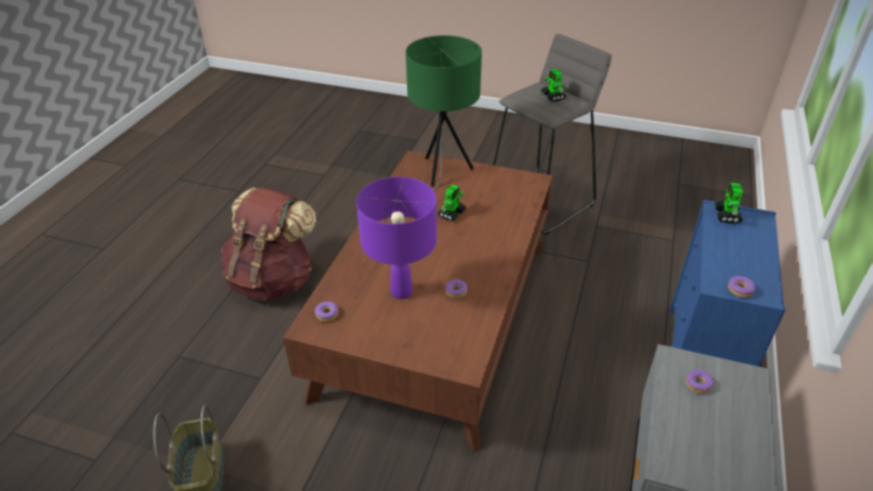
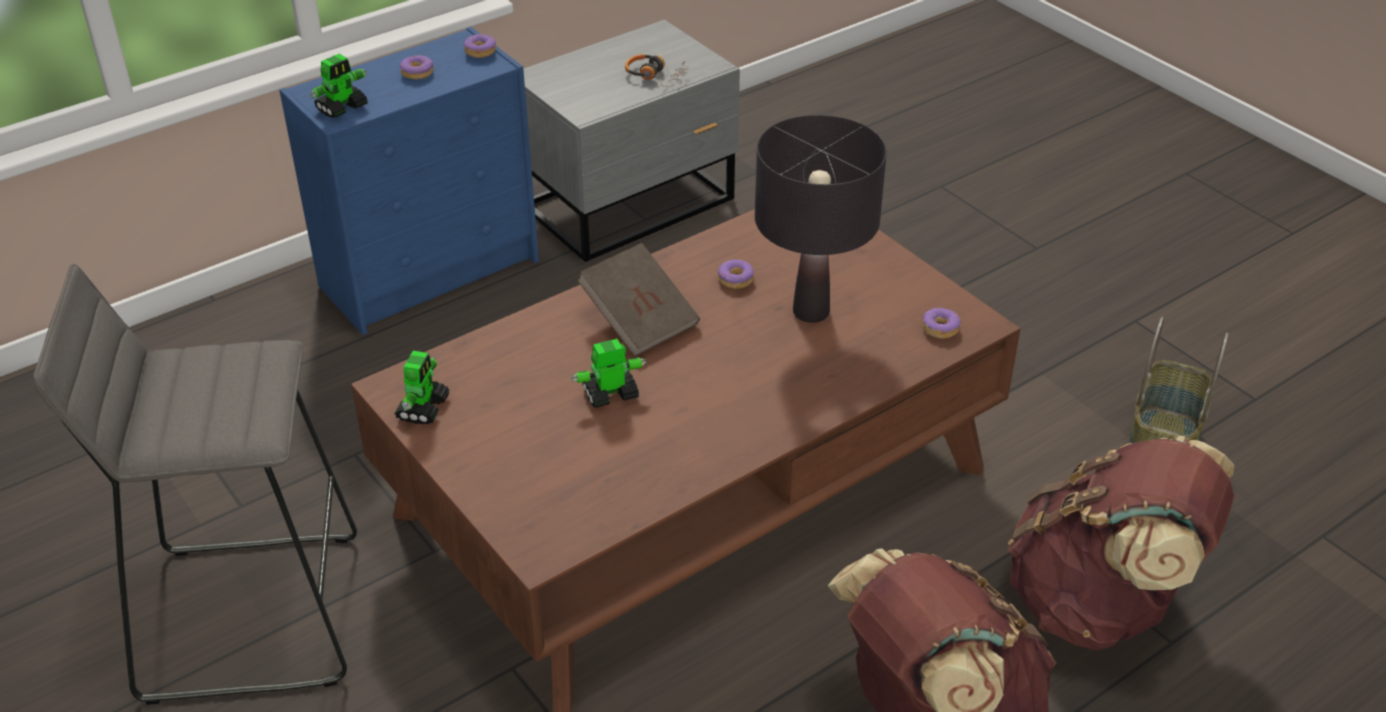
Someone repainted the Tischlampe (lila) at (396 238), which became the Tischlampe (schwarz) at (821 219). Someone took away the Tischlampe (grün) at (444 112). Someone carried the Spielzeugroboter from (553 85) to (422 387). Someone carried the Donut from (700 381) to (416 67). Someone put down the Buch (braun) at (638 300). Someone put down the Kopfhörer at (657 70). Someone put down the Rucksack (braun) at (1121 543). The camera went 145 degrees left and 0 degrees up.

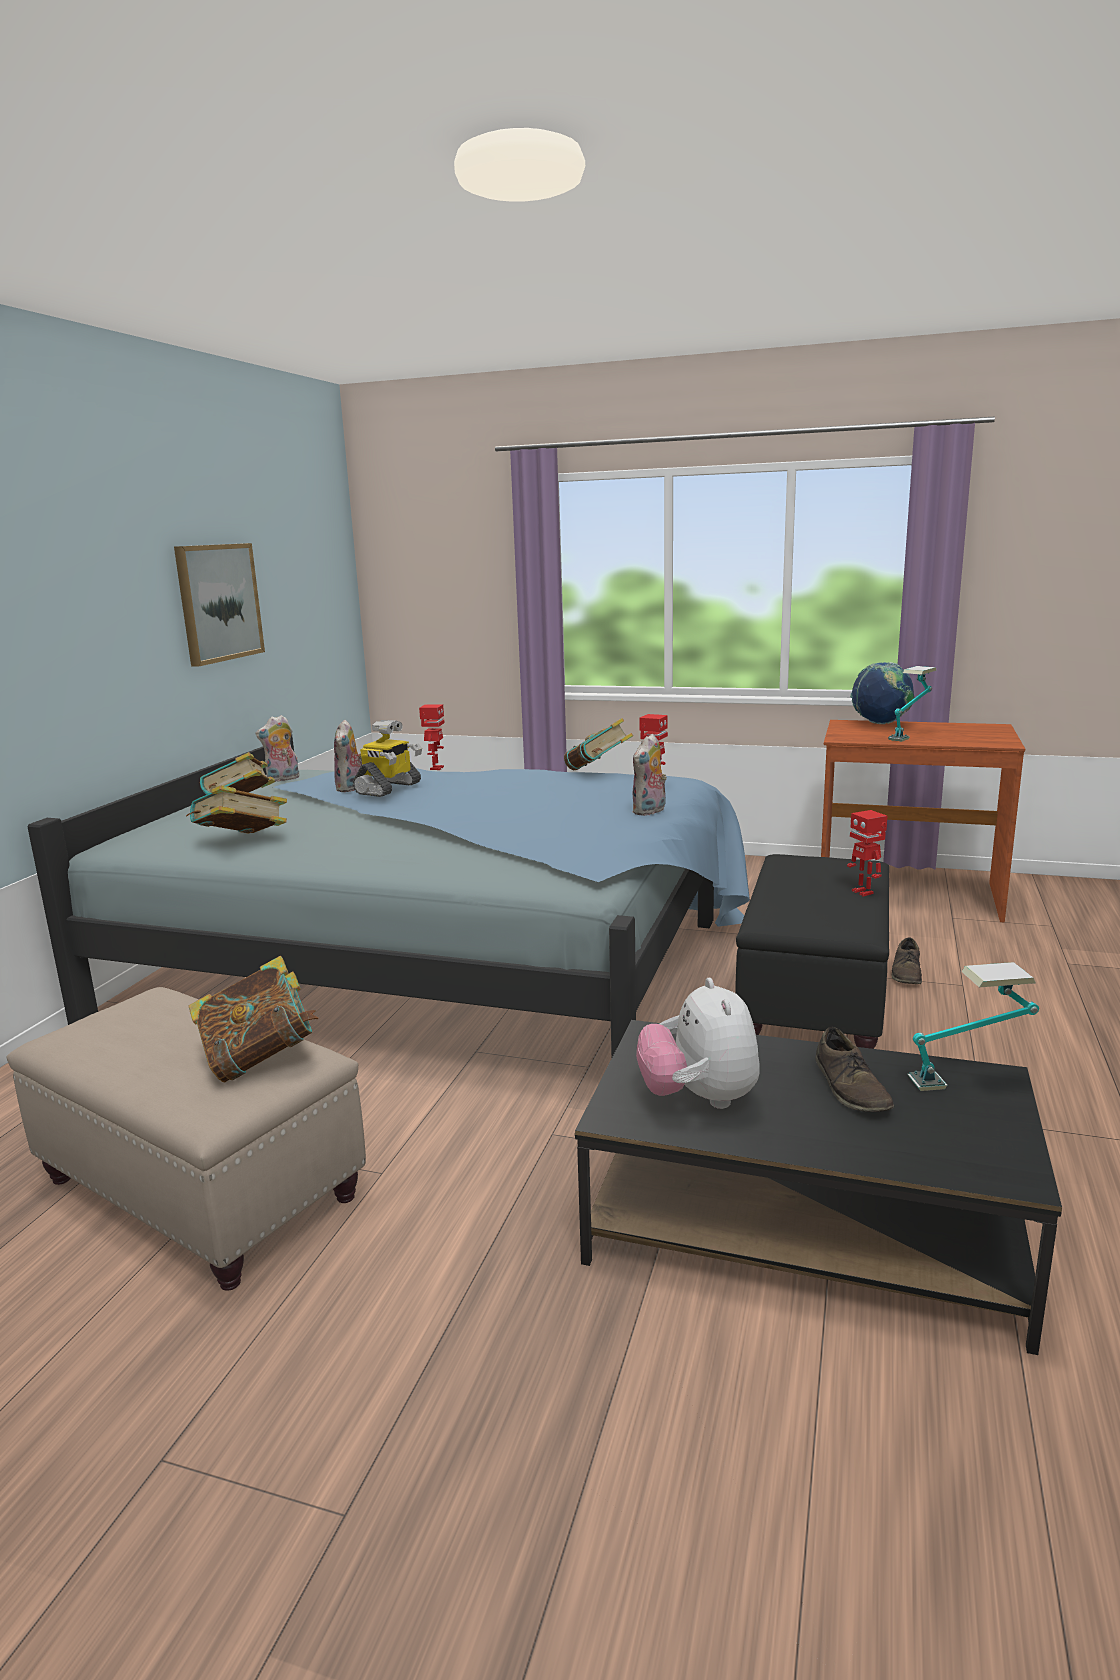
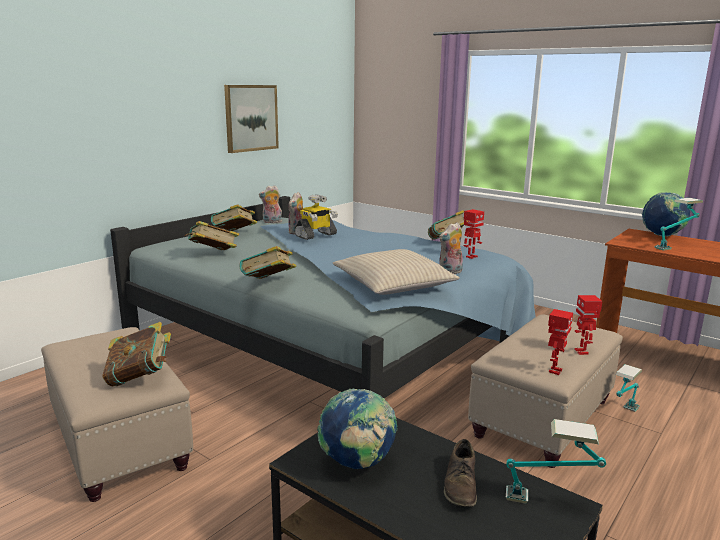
Someone carried the Spielzeugroboter from (432 737) to (560 342). Someone swapped the Plüschtier at (697 1043) for the Globus at (357 429). Someone repainted the Polsterhocker (schwarz) at (812 951), which became the Polsterhocker (beige) at (545 391). Someone swapped the Schuh (braun) at (907 960) for the Tischlampe at (629 388). Someone put down the Buch at (268 262). Someone put down the Kissen (beige) at (396 272). The camera went 20 degrees right and 0 degrees up.

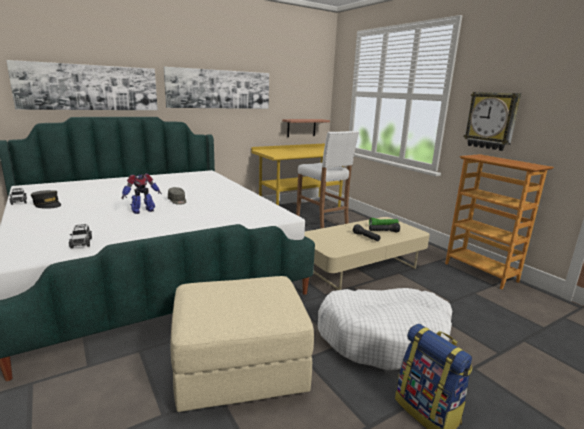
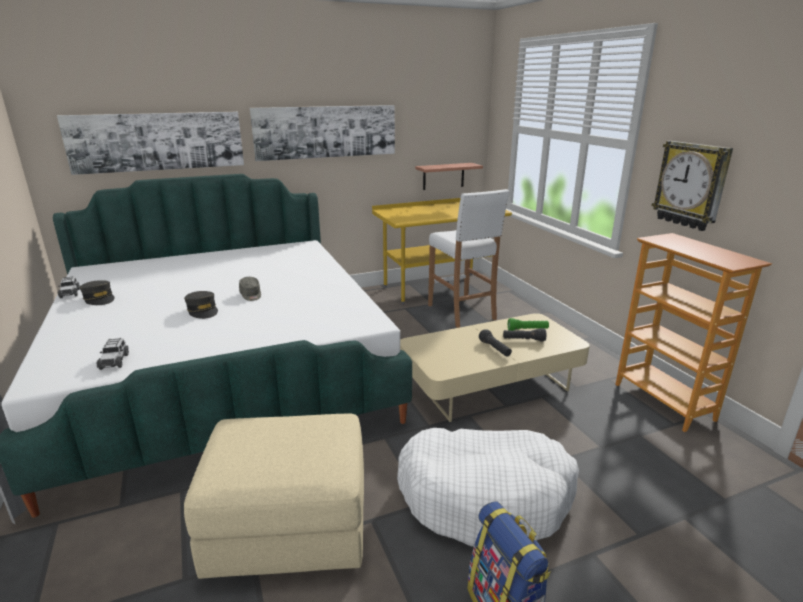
Someone swapped the Spielzeugroboter at (142 193) for the Kappe (grau) at (201 305). The camera went 10 degrees right and 5 degrees up.

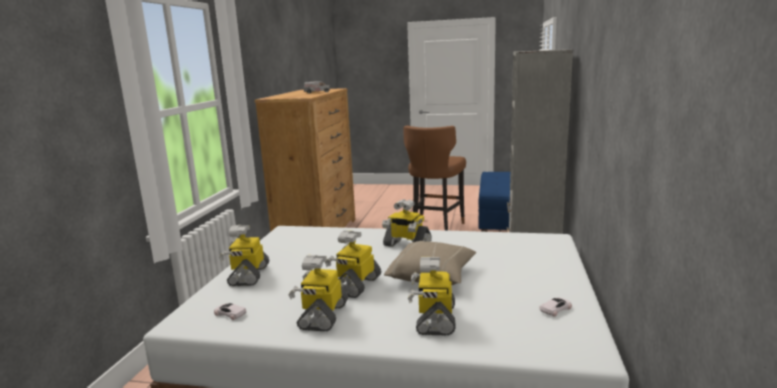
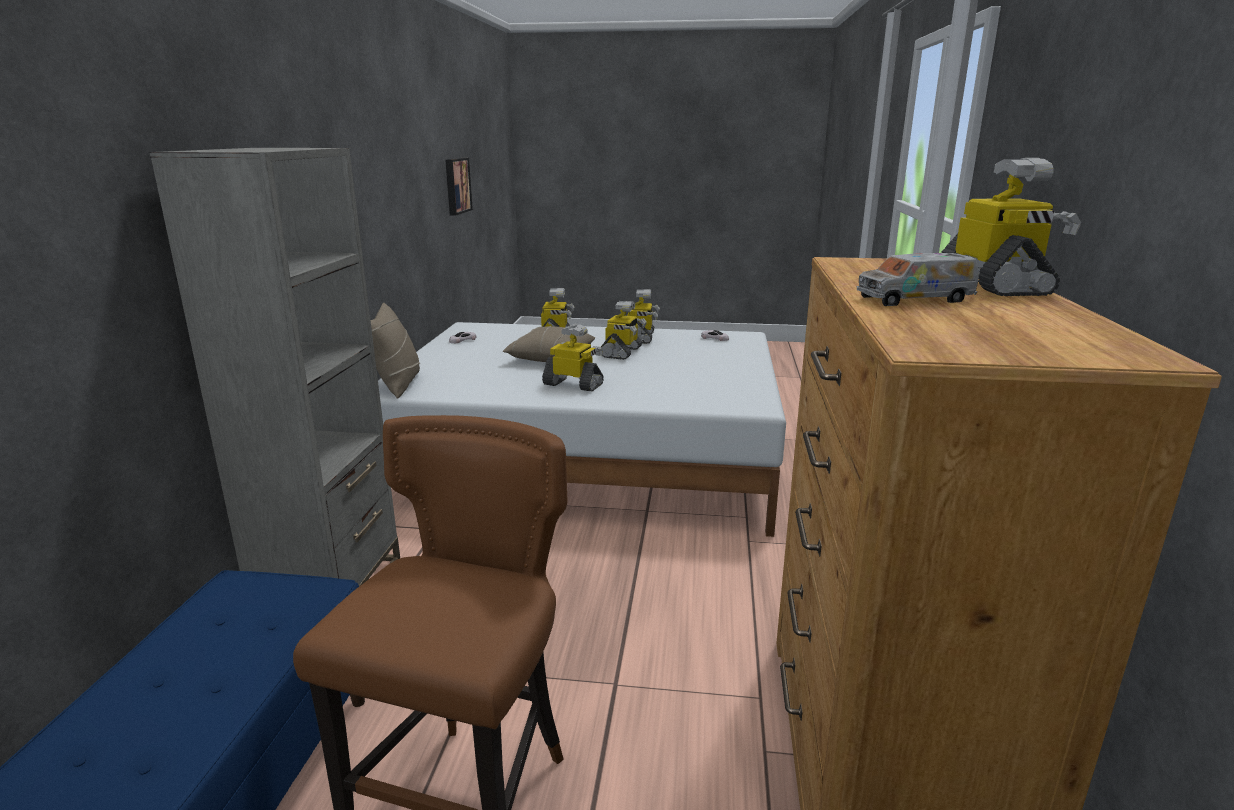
Someone carried the Spielzeugroboter from (244 255) to (1011 227). Someone put down the Kissen (beige) at (395 351). Someone put up the Bild at (459 187). The camera went 175 degrees right and 5 degrees up.

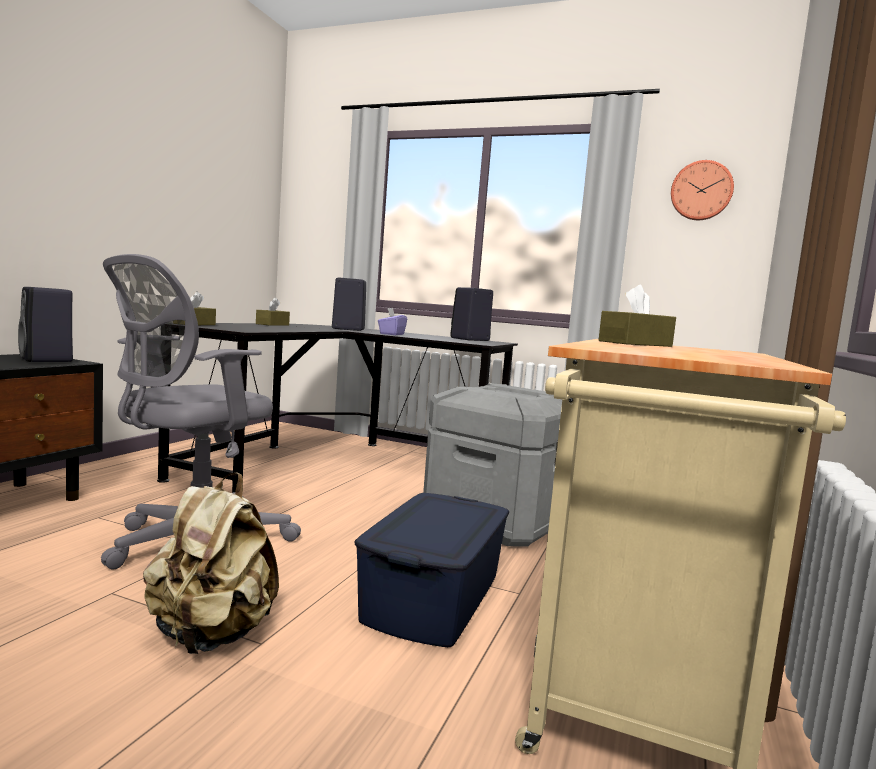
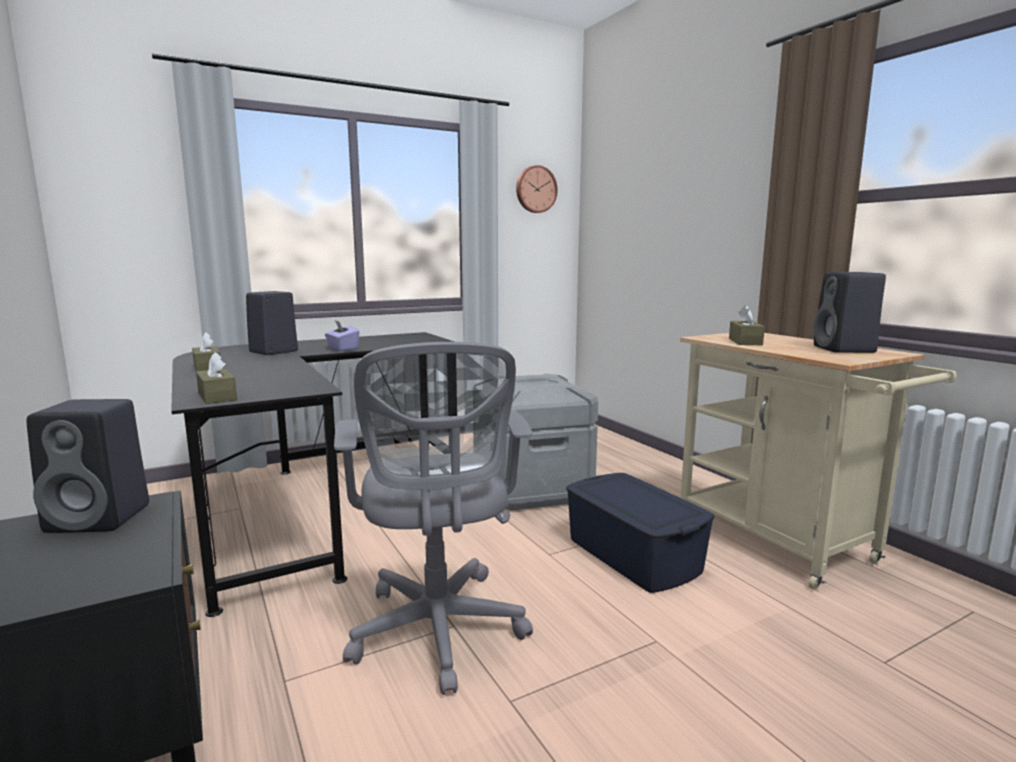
Someone took away the Rucksack (beige) at (211 563). Someone carried the Lautsprecher (schwarz) from (471 314) to (850 312). The camera went 50 degrees left and 5 degrees up.

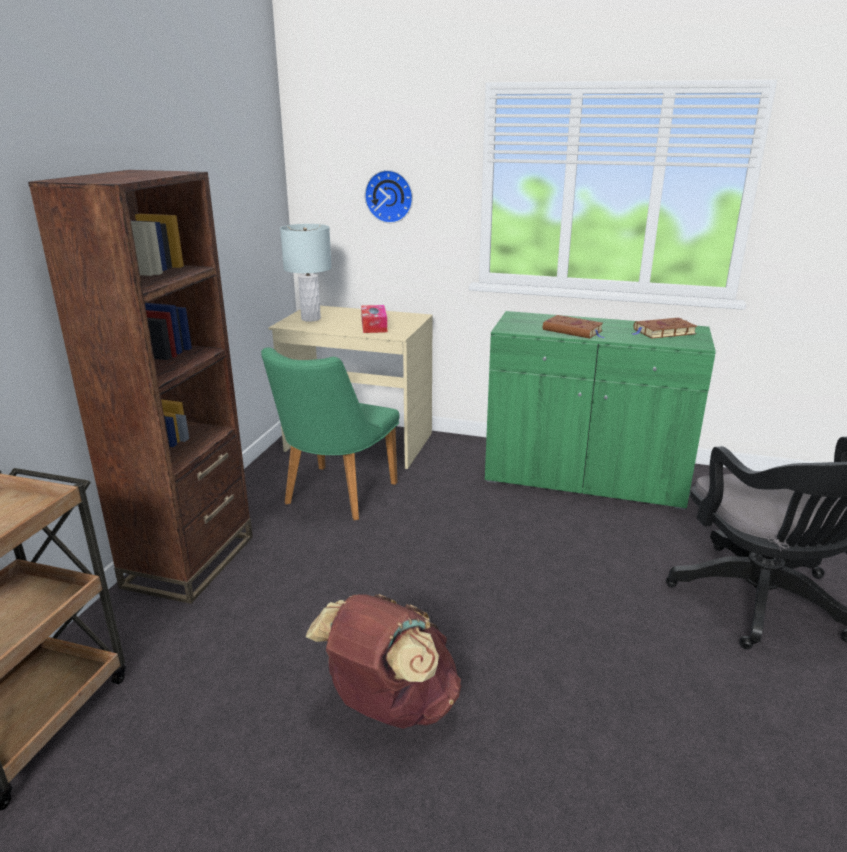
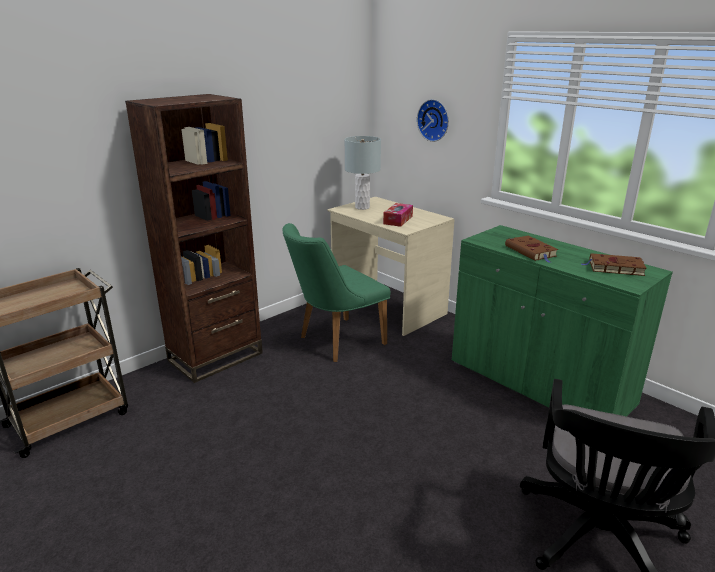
Someone took away the Rucksack (braun) at (383 661). The camera went 30 degrees right and 0 degrees up.

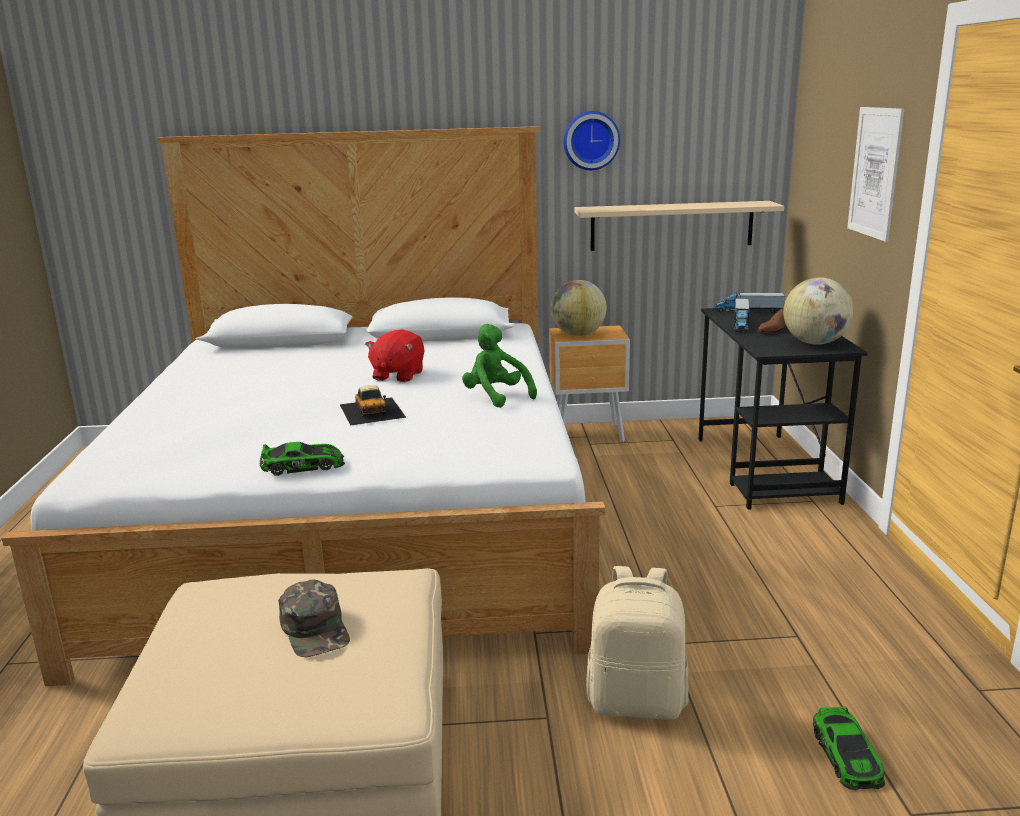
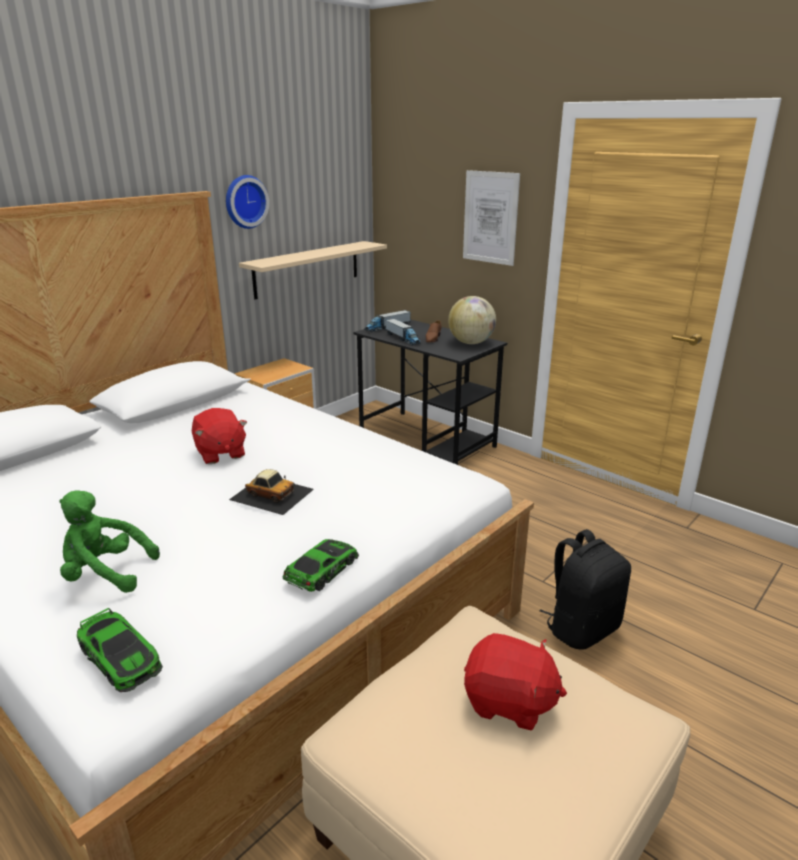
Someone swapped the Kappe (grün) at (314 618) for the Plüschtier (rot) at (515 681). Someone carried the Plüschtier (grün) from (499 366) to (110 541). Someone took away the Globus at (579 308). Someone repainted the Rucksack (beige) at (637 643), which became the Rucksack (schwarz) at (585 589). Someone carried the Spielzeugauto from (849 748) to (120 650). The camera went 45 degrees left and 5 degrees up.

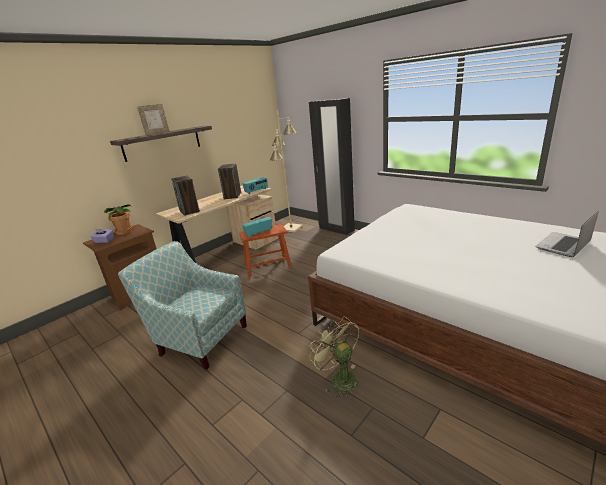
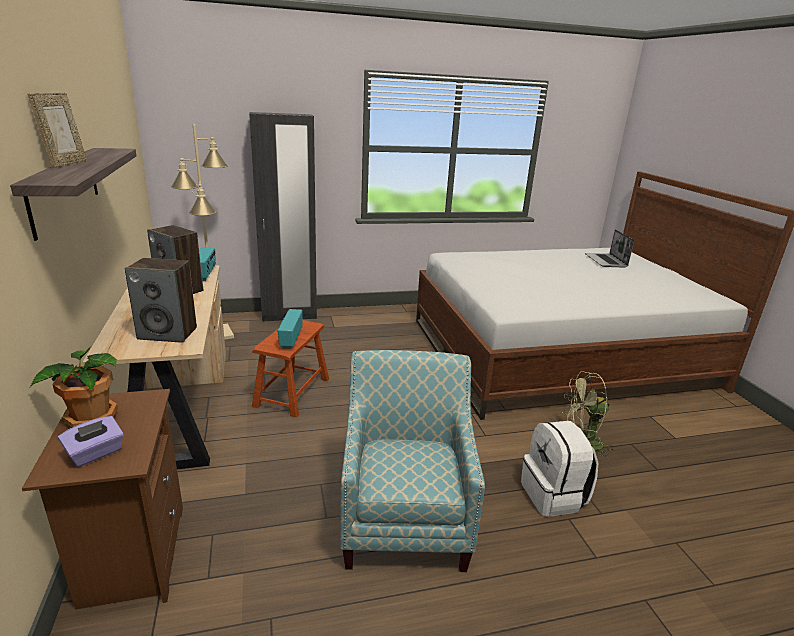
Someone rotated the Sessel at (182 305) by 120 degrees clockwise. Someone put down the Rucksack (weiß) at (559 469). The camera went 60 degrees left and 0 degrees up.

